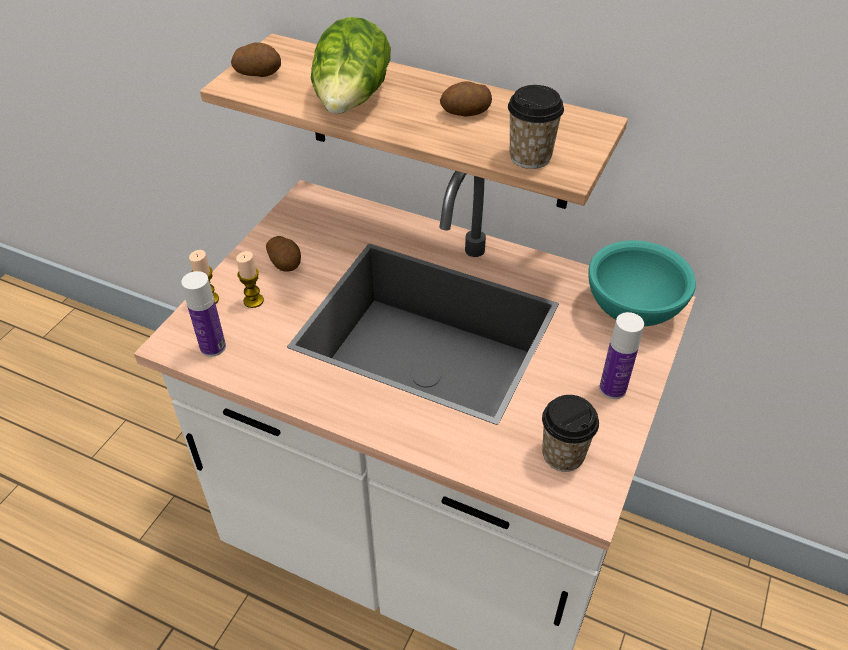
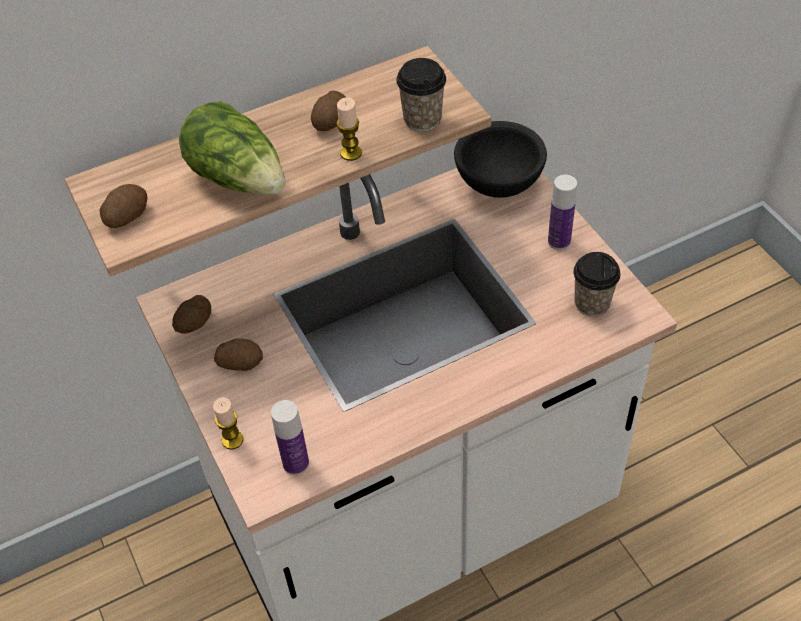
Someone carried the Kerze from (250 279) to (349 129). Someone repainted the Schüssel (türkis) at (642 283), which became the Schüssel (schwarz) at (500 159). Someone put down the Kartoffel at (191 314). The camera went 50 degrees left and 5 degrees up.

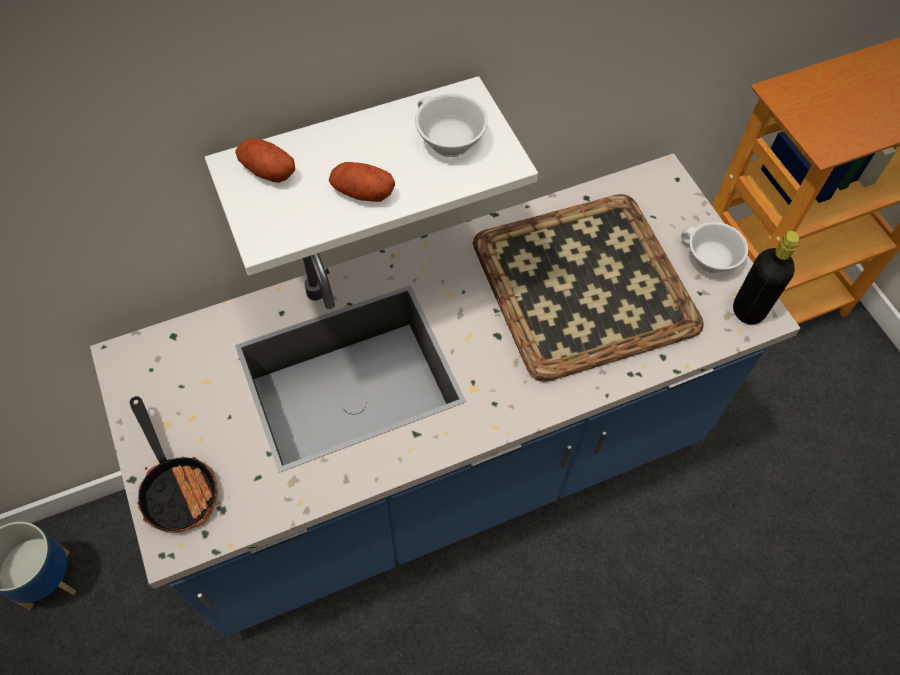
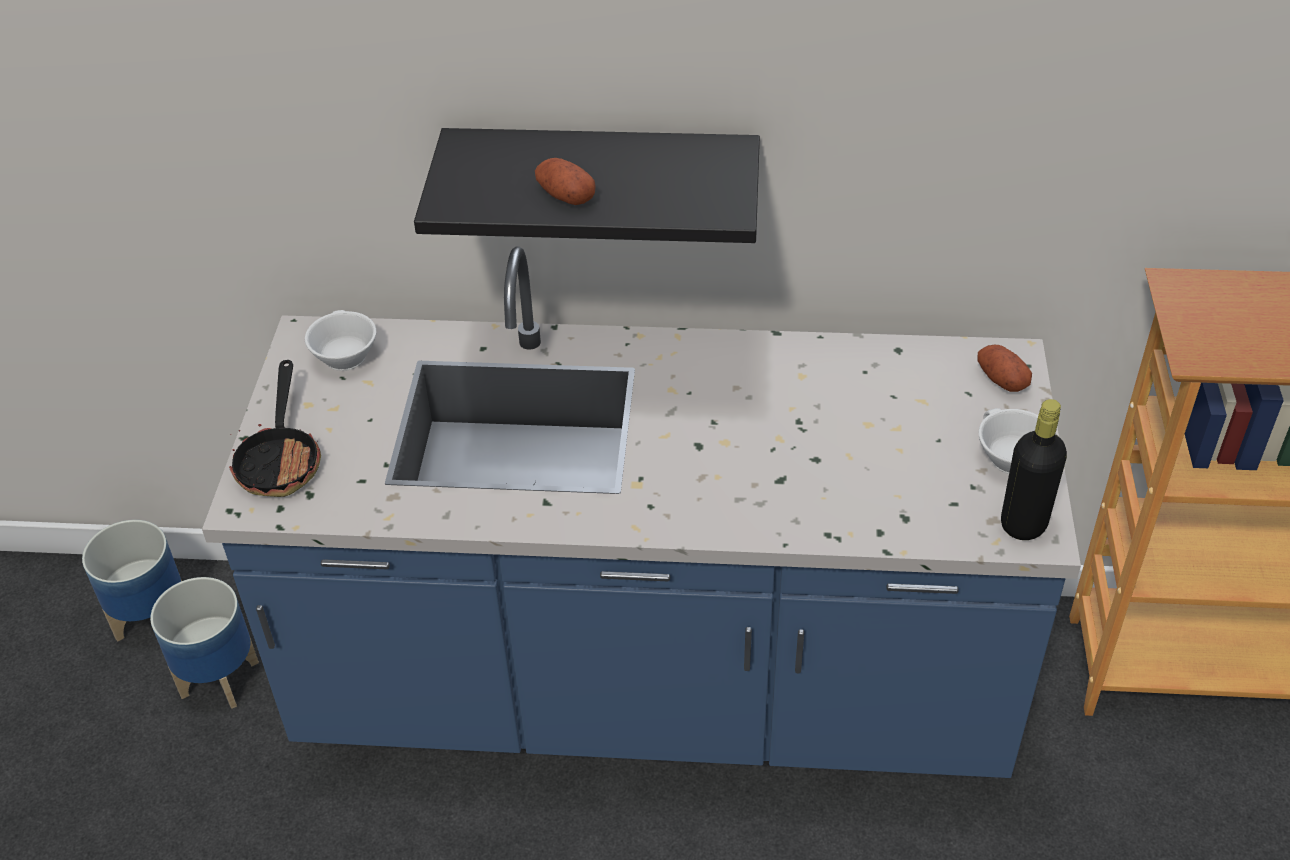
Someone repainted the Wandregal (weiß) at (371 175), which became the Wandregal (schwarz) at (587 185). Someone carried the Kartoffel from (265 160) to (1005 368). Someone carried the Tasse (weiß) from (451 125) to (340 340). Someone took away the Tablett at (588 288). Someone put down the Pflanzkübel at (204 643). The camera went 30 degrees right and 15 degrees down.

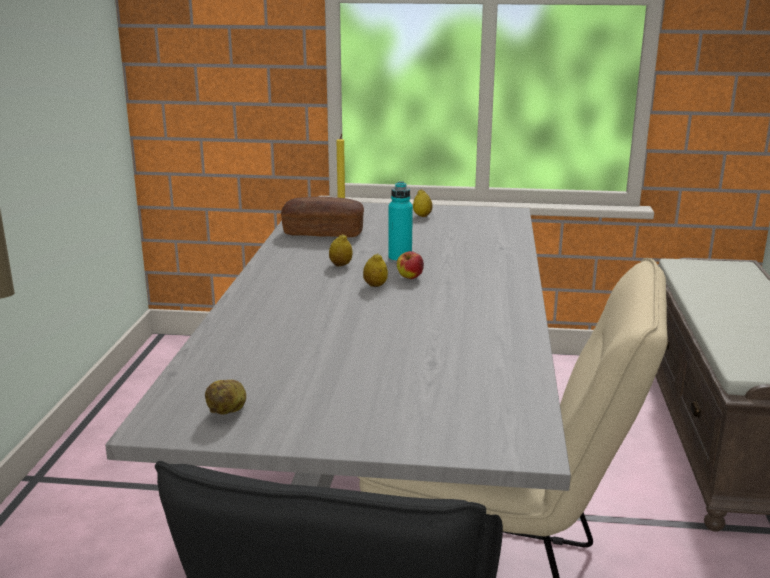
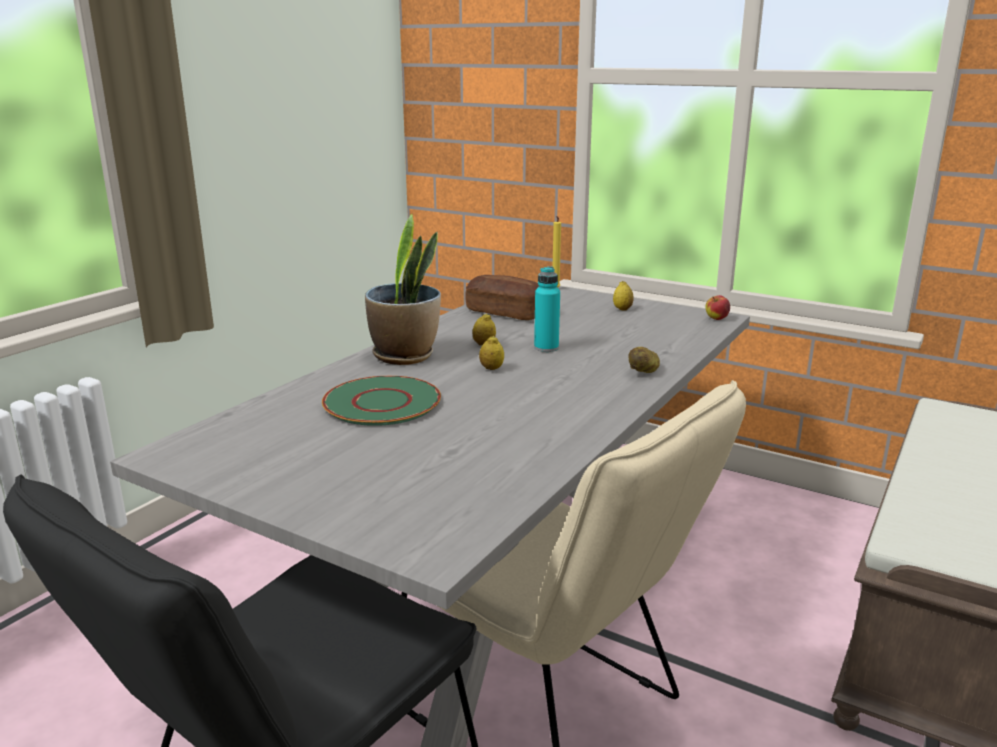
Someone carried the Kartoffel from (225 397) to (644 360). Someone carried the Apfel from (410 265) to (717 307). Someone put down the Teller (grün) at (381 401). Someone put down the Topfpflanze at (403 289). The camera went 25 degrees right and 0 degrees up.

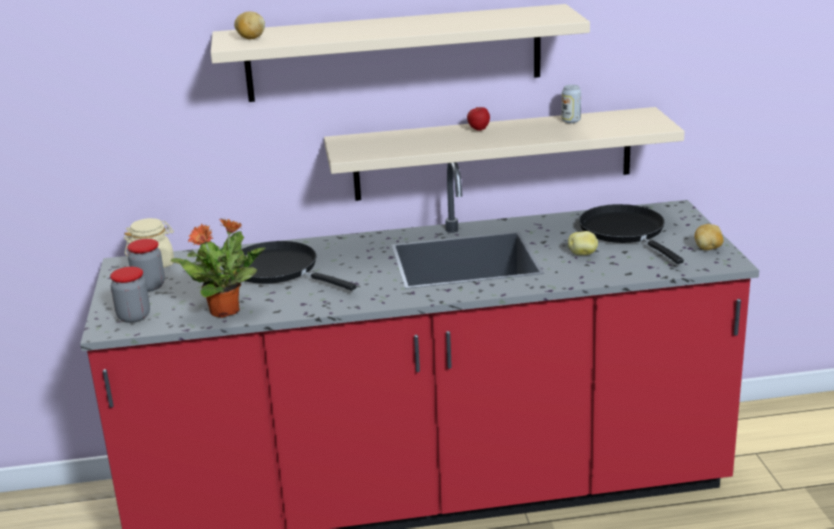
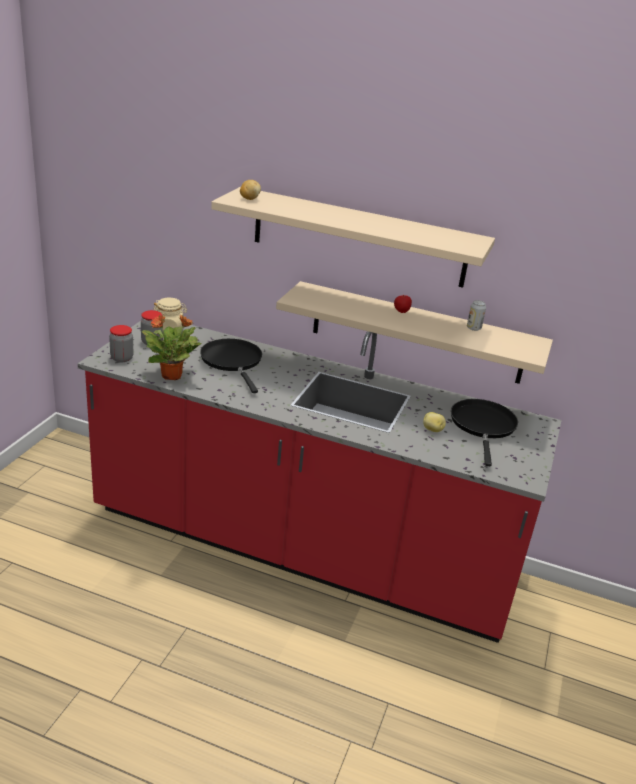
Someone took away the Kartoffel at (709 237). The camera went 25 degrees right and 5 degrees up.

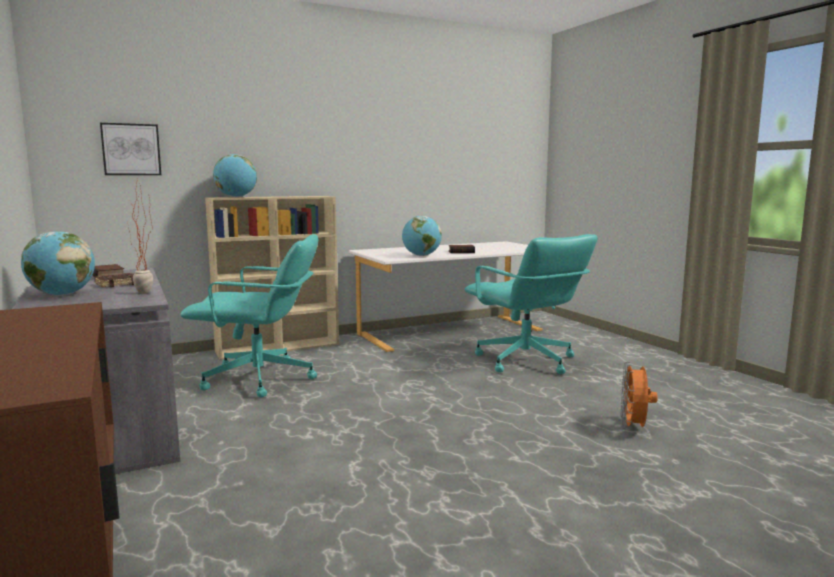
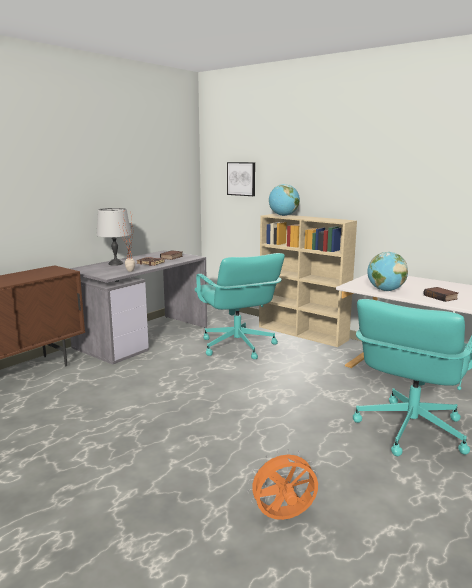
Someone swapped the Globus at (58 263) for the Tischlampe (grau) at (113 237). The camera went 65 degrees right and 5 degrees up.

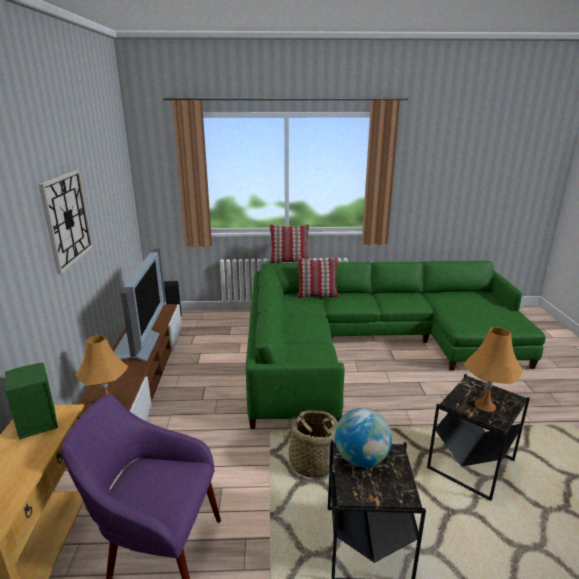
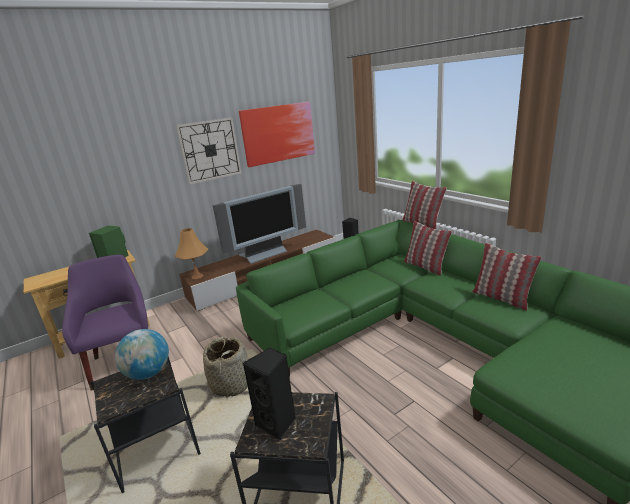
Someone swapped the Tischlampe (orange) at (493 369) for the Lautsprecher (schwarz) at (269 394). Someone put up the Bild at (277 134). Someone put down the Kissen at (506 277). The camera went 60 degrees right and 0 degrees up.

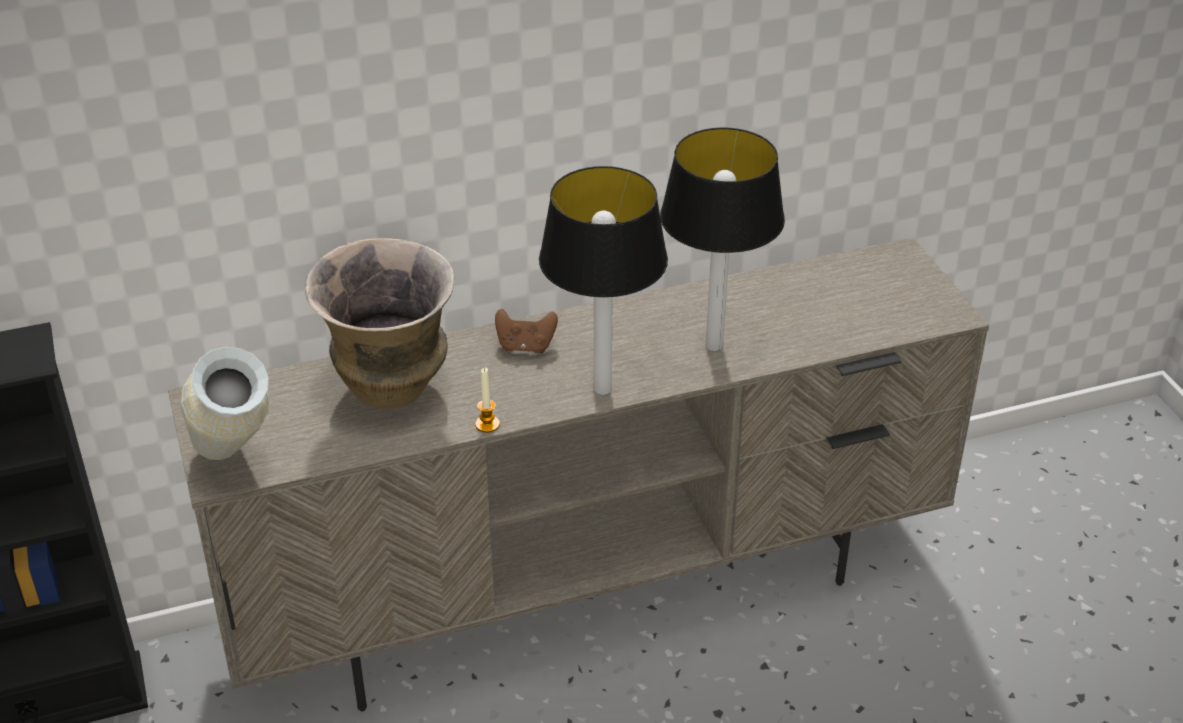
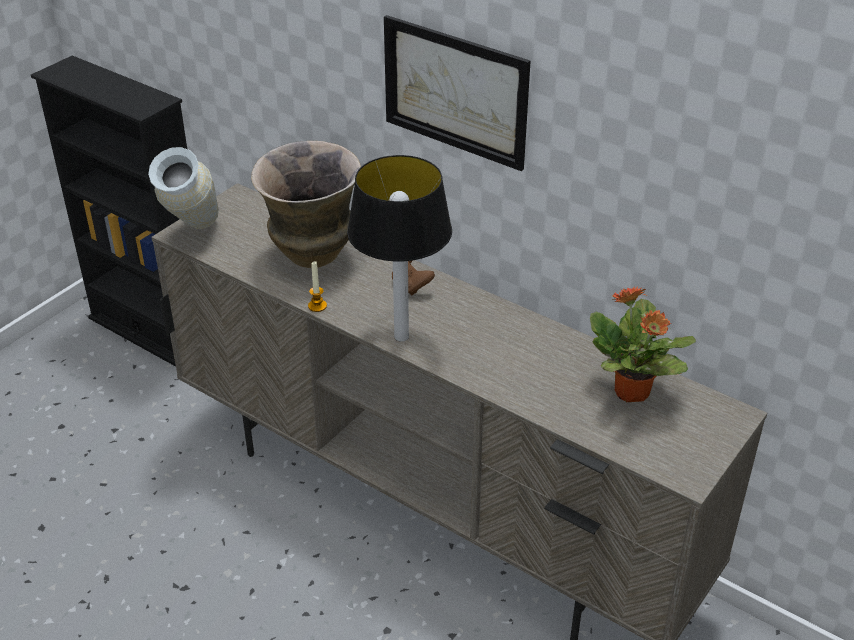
Someone took away the Tischlampe at (722 239). Someone put up the Bild at (457 93). Someone put down the Topfpflanze at (643 344). The camera went 55 degrees right and 0 degrees up.

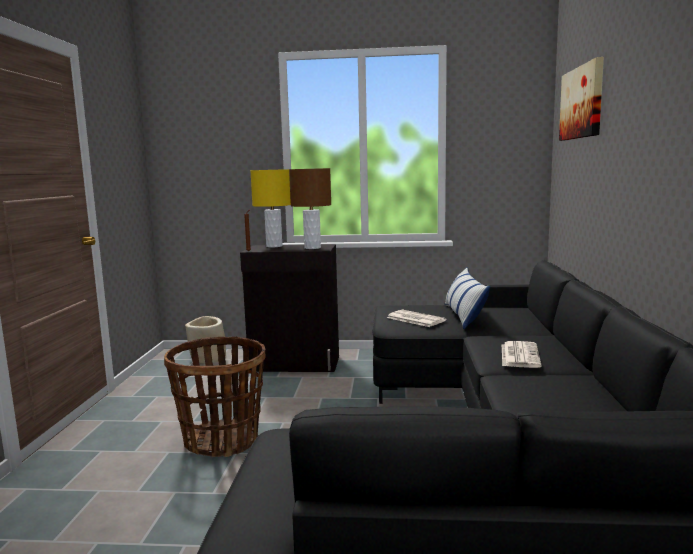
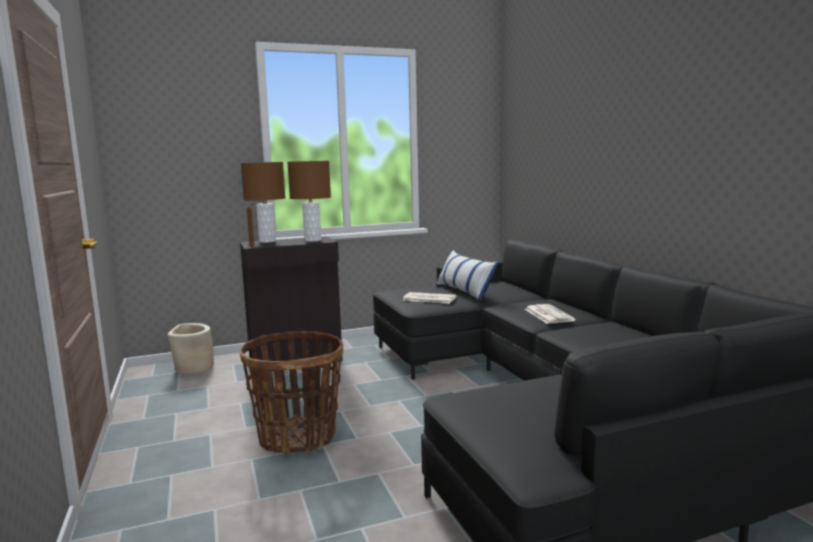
Someone repainted the Tischlampe (gelb) at (270 208), which became the Tischlampe (braun) at (263 202). Someone took away the Bild at (581 99). The camera went 25 degrees left and 0 degrees up.

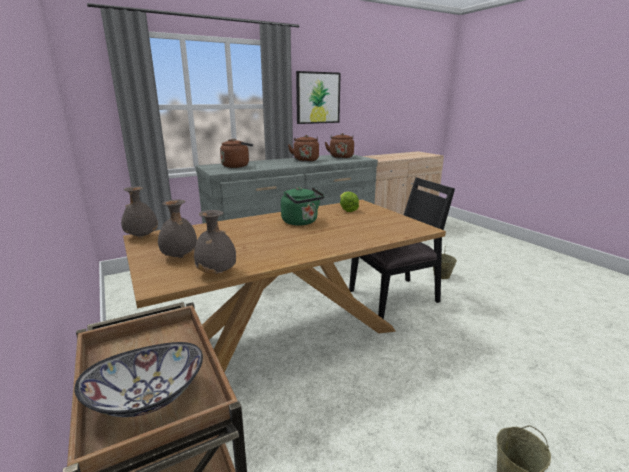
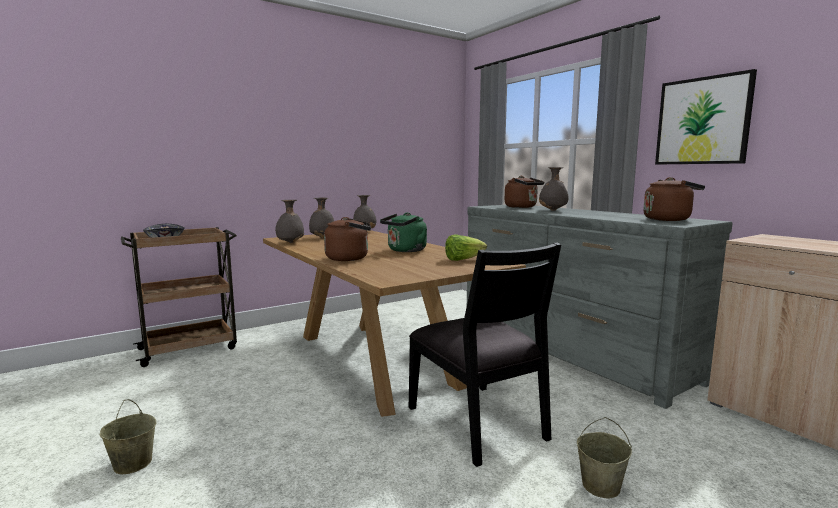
Someone carried the Wasserkessel (braun) from (303 148) to (347 239). Someone put down the Vase (grau) at (554 189). The camera went 85 degrees right and 10 degrees down.

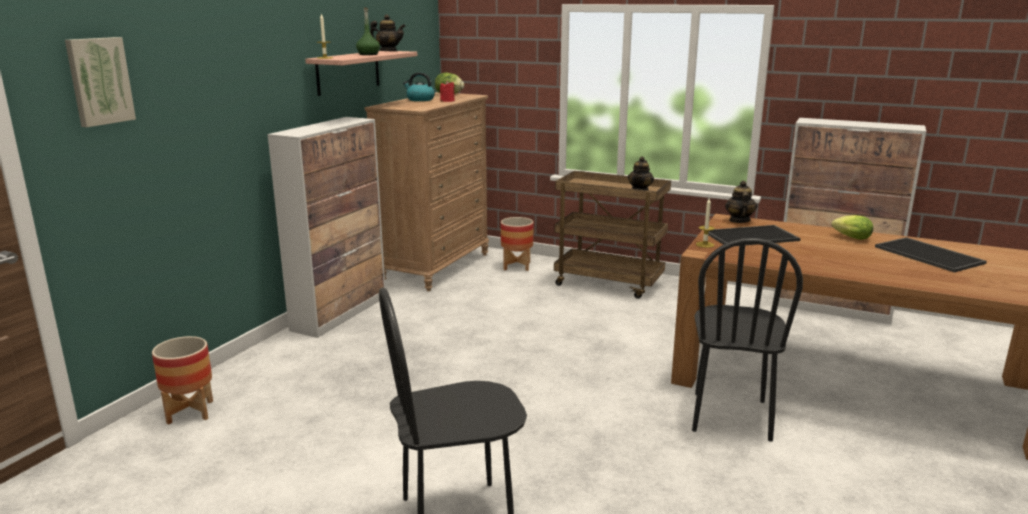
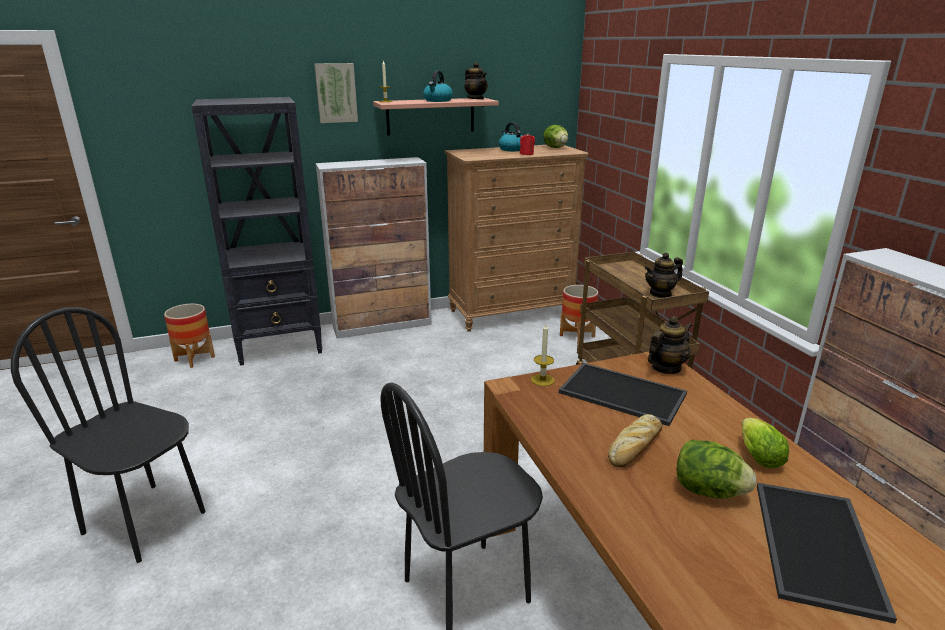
Someone carried the Bild from (100 82) to (336 93). Someone swapped the Flasche (grün) at (368 31) for the Wasserkessel at (438 86). Someone put down the Bücherregal (schwarz) at (257 231). Someone put down the Brot at (635 440). Someone put down the Salatkopf at (716 469). The camera went 45 degrees right and 5 degrees up.

